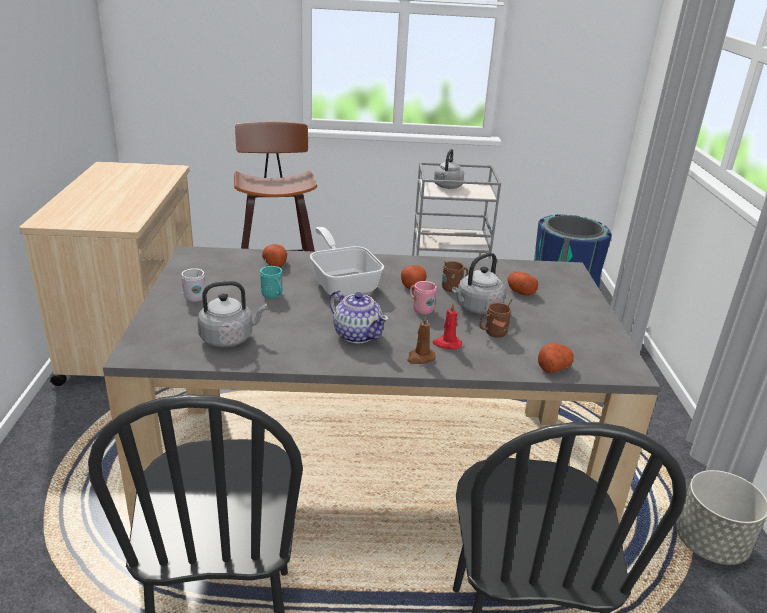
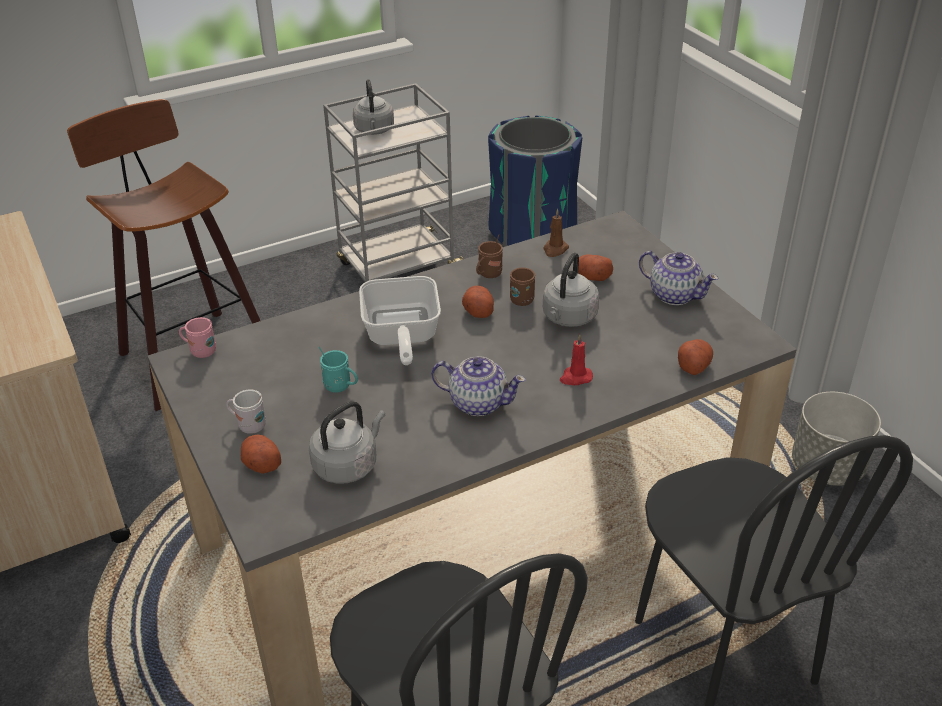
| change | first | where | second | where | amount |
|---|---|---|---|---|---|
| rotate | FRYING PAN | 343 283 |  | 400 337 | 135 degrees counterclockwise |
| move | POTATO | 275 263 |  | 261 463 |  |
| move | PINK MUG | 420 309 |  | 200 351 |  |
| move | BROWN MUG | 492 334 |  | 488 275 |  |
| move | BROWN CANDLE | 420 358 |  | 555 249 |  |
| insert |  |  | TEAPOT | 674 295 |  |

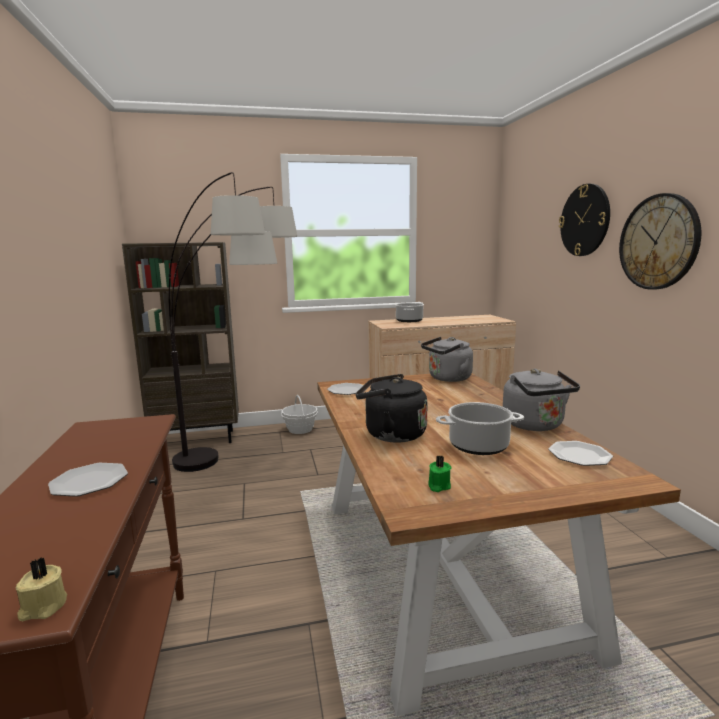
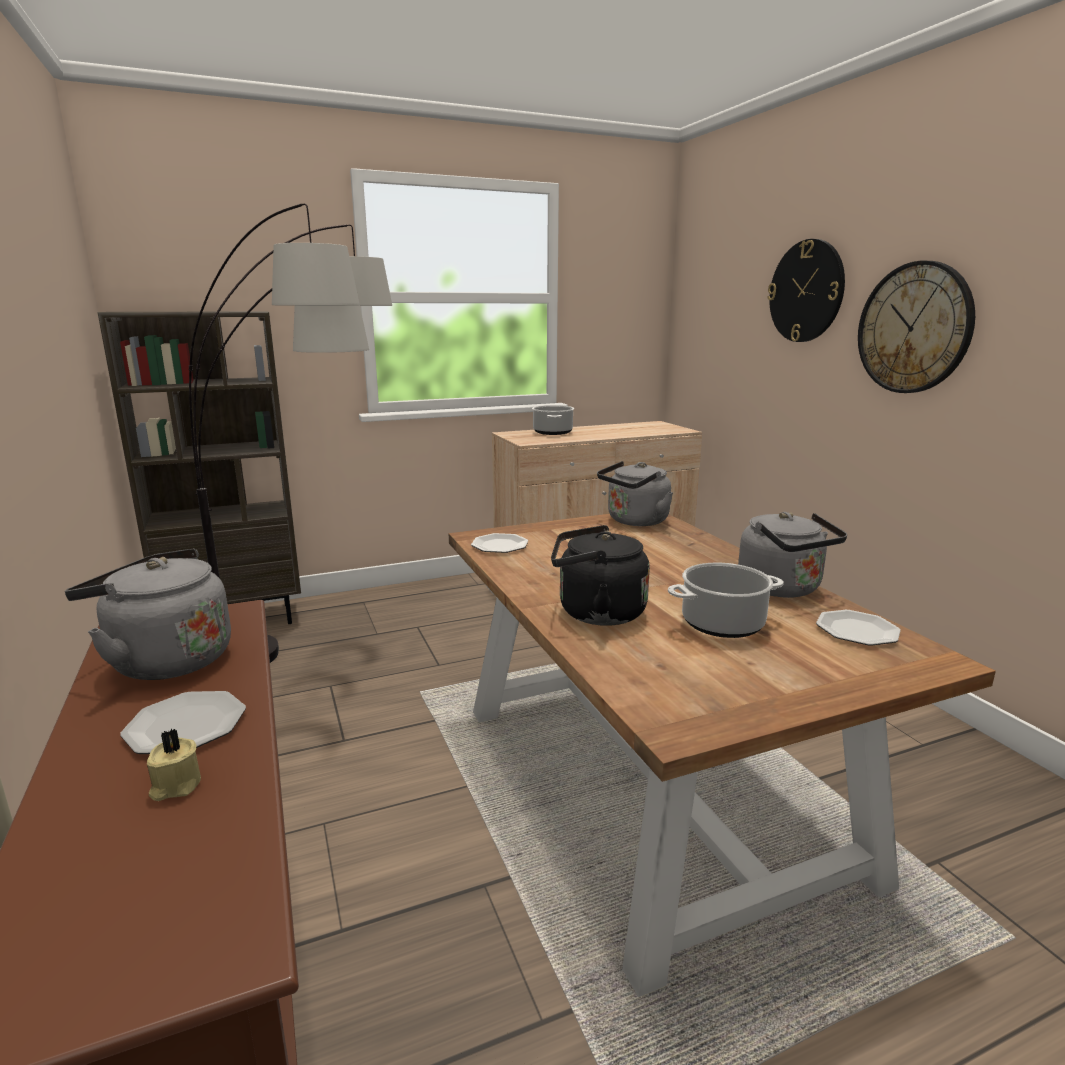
| change | first | where | second | where | amount |
|---|---|---|---|---|---|
| delete | BASKET | 300 429 |  |  |  |
| delete | GREEN CANDLE | 438 486 |  |  |  |
| move | BEIGE CANDLE | 43 607 |  | 175 786 |  |
| insert |  |  | GREY KETTLE | 165 660 |  |

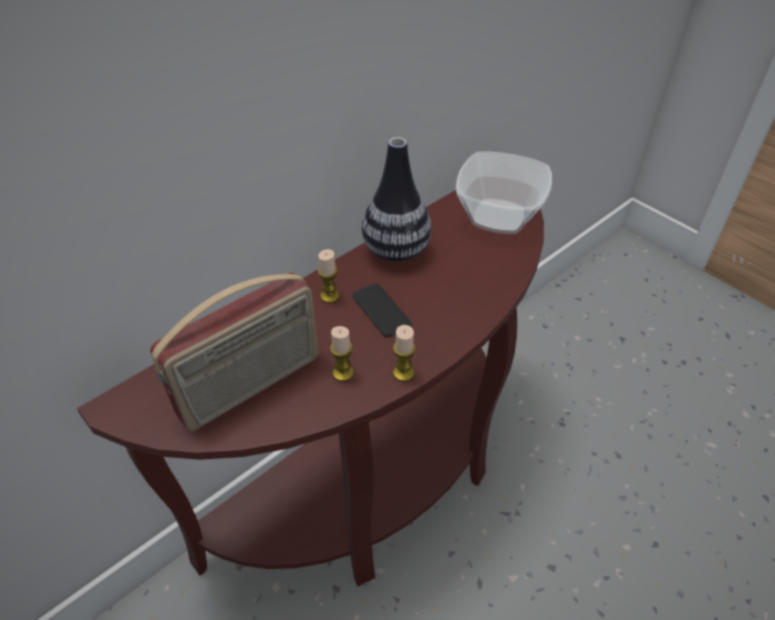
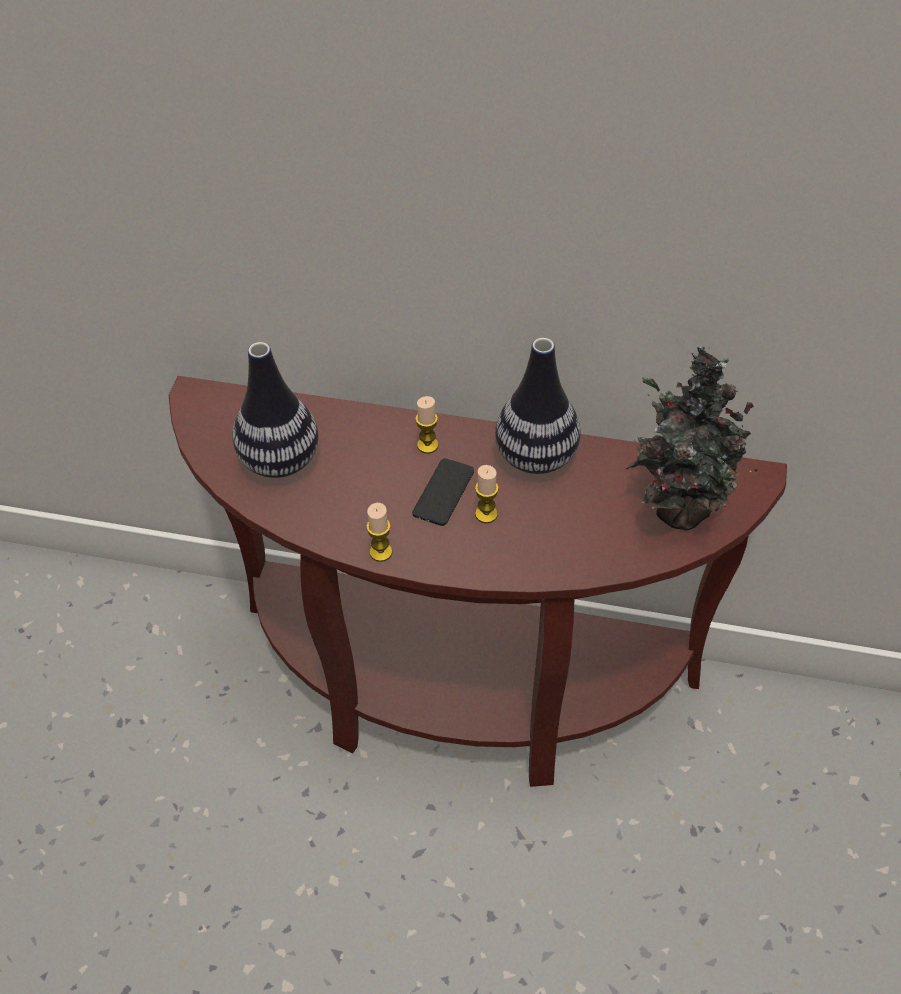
| change | first | where | second | where | amount |
|---|---|---|---|---|---|
| replace | BOWL | 497 217 | POTTED PLANT | 675 509 |  |
| replace | RADIO | 251 386 | VASE | 280 460 |  |
| move | CANDLE | 343 373 |  | 486 514 |  |

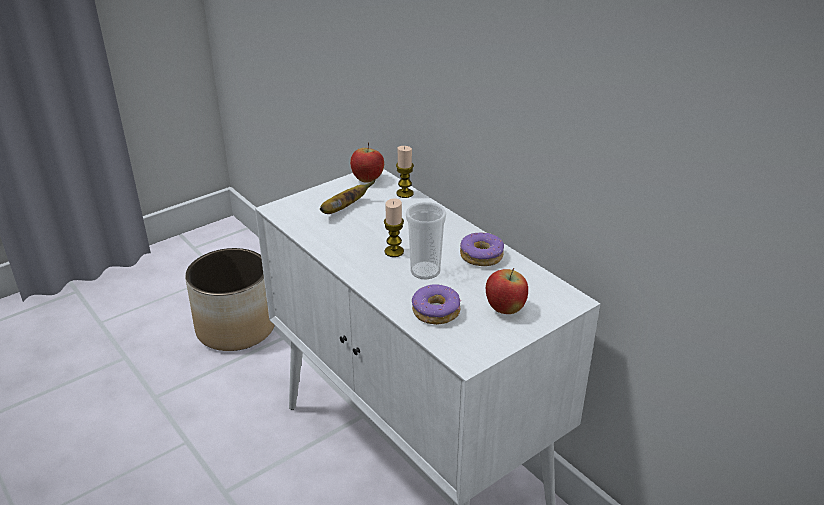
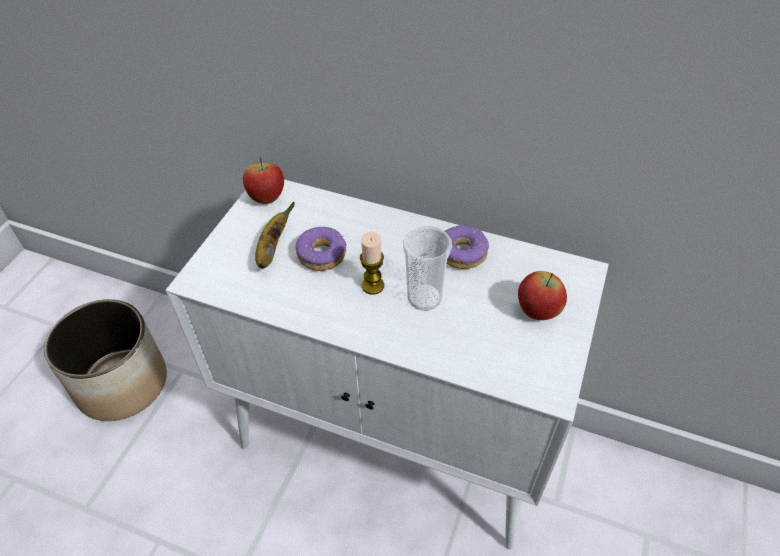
| change | first | where | second | where | amount |
|---|---|---|---|---|---|
| delete | CANDLE | 404 193 |  |  |  |
| move | DONUT | 436 312 |  | 322 255 |  |

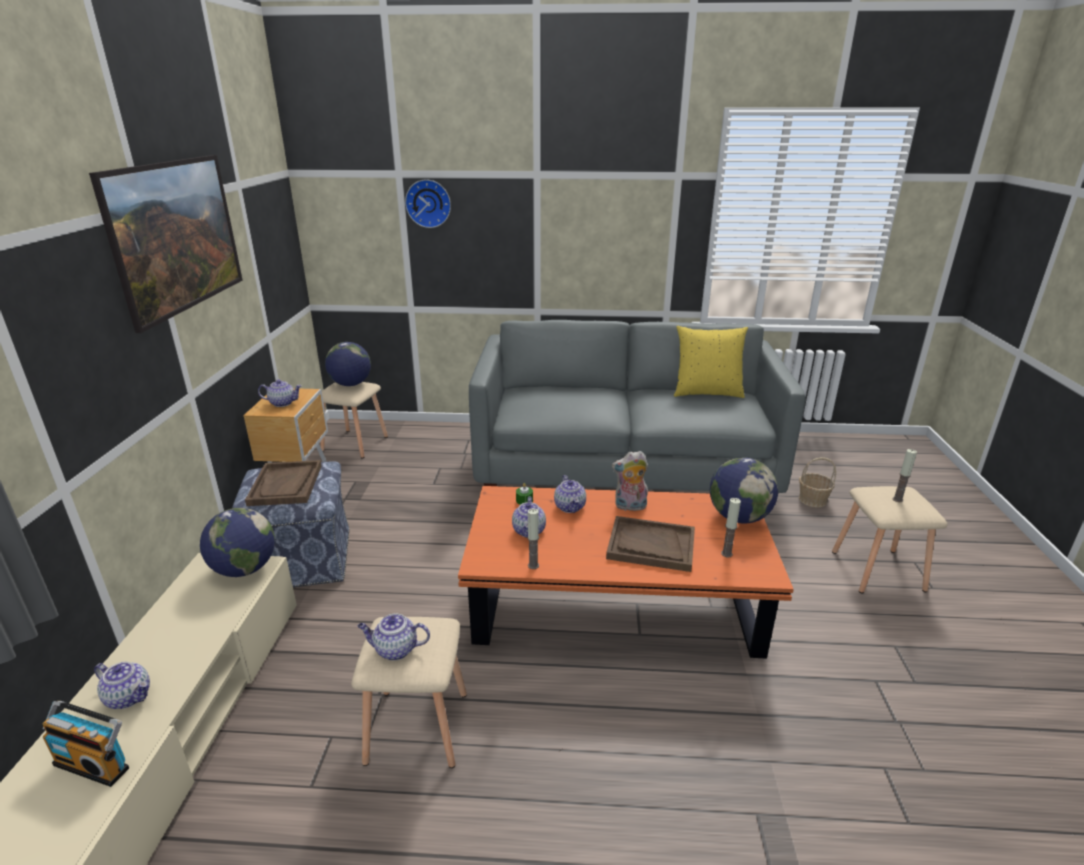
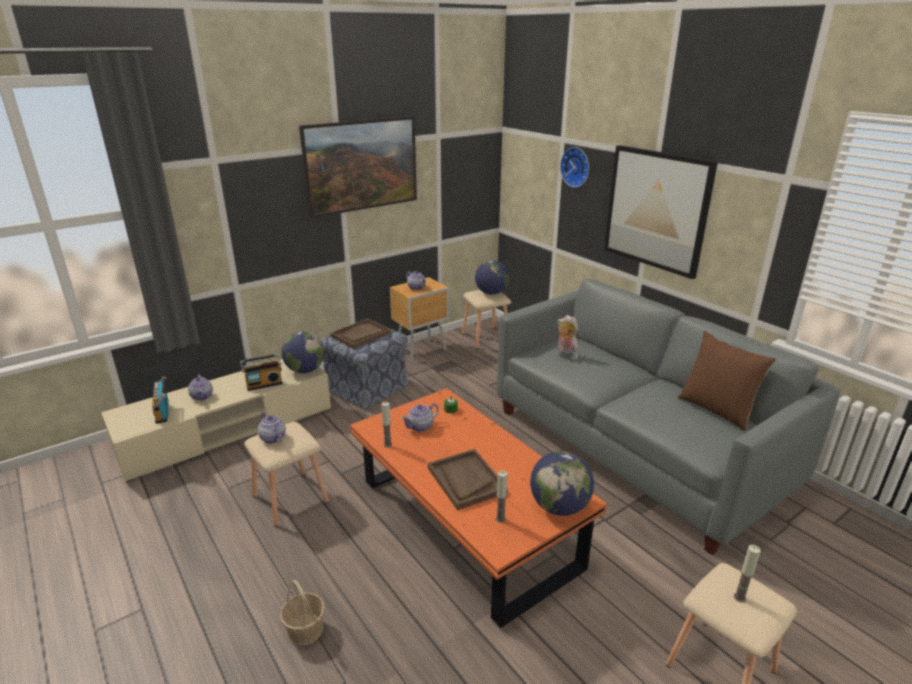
| change | first | where | second | where | amount |
|---|---|---|---|---|---|
| recolor | YELLOW PILLOW | 706 392 | BROWN PILLOW | 716 410 |  |
| move | PLUSH TOY | 630 507 |  | 565 356 |  |
| move | BASKET | 812 500 |  | 305 629 |  |
| delete | TEAPOT | 570 507 |  |  |  |
| insert |  |  | PICTURE | 657 209 |  |
| insert |  |  | RADIO | 264 384 |  |

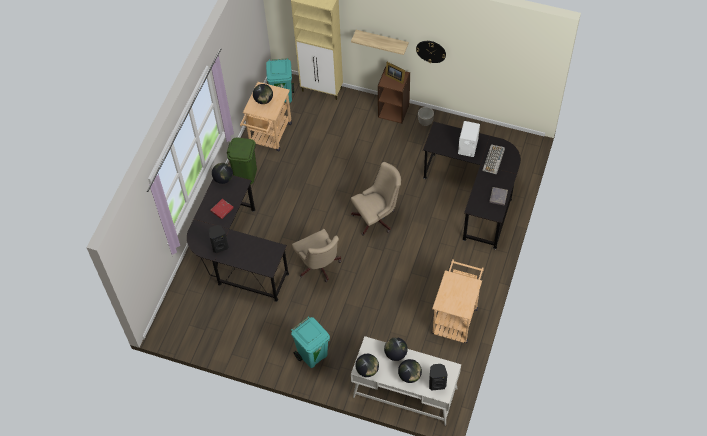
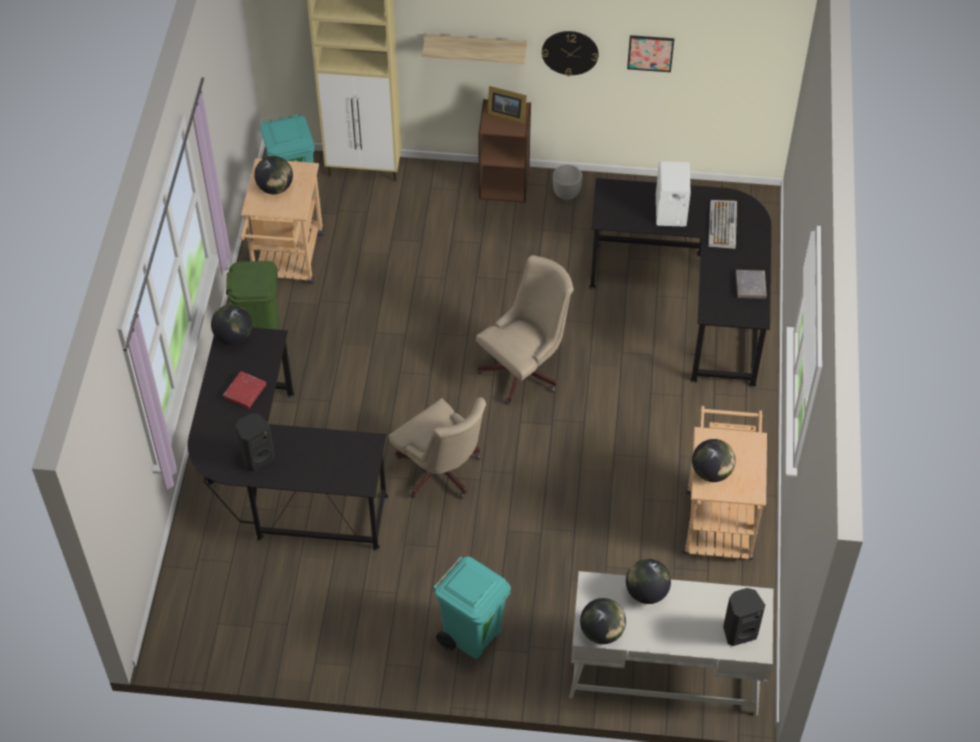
| change | first | where | second | where | amount |
|---|---|---|---|---|---|
| move | GLOBE | 409 375 |  | 711 472 |  |
| insert |  |  | PICTURE | 650 53 |  |

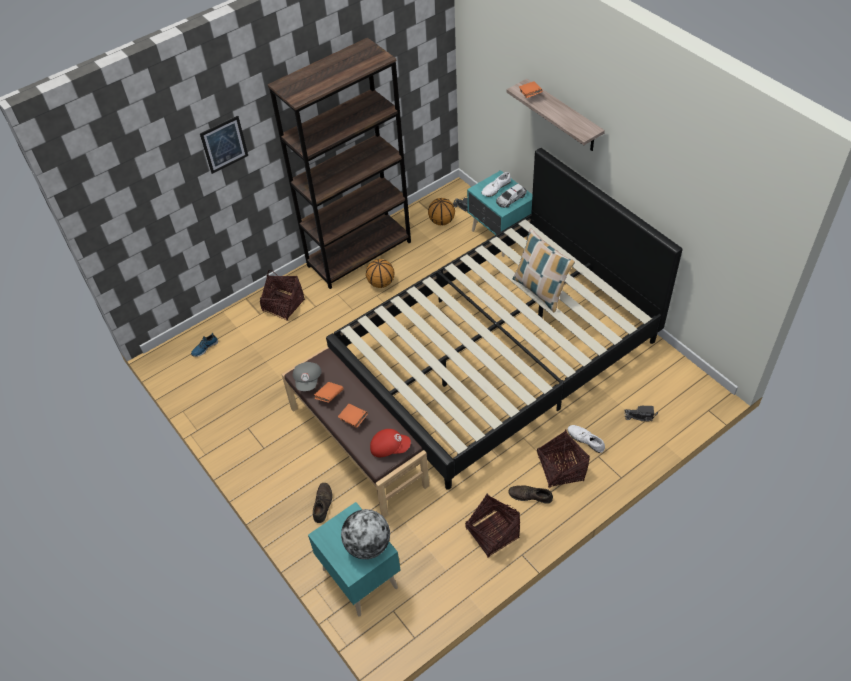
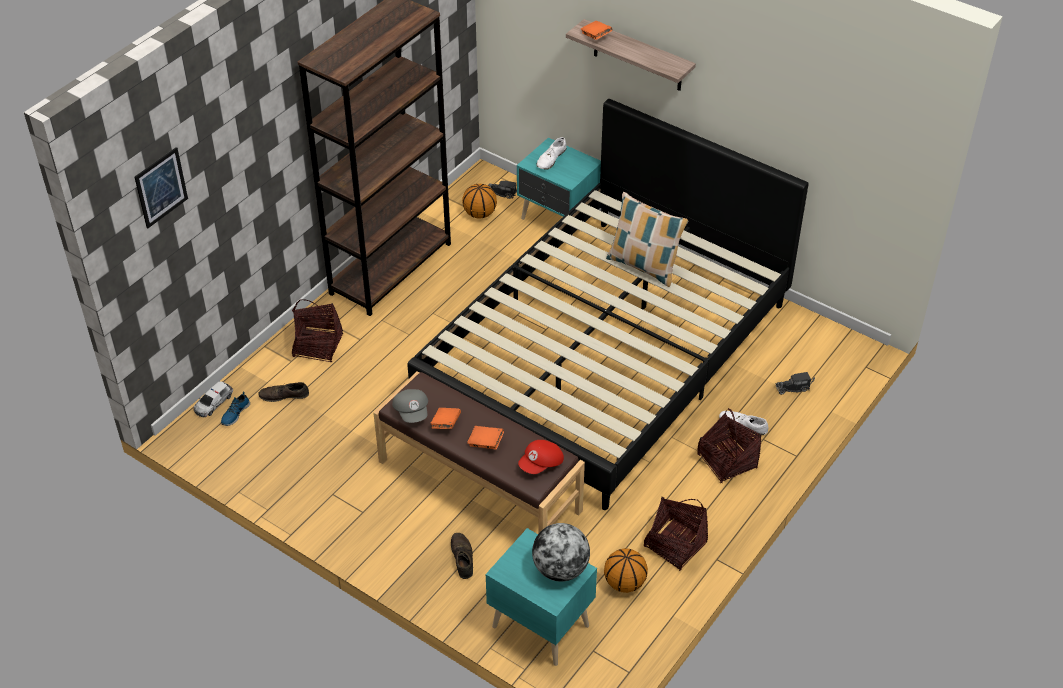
| change | first | where | second | where | amount |
|---|---|---|---|---|---|
| move | PICTURE | 224 144 |  | 161 187 |  |
| move | TOY CAR | 511 199 |  | 213 403 |  |
| move | BASKETBALL | 381 283 |  | 625 583 |  |
| rotate | RED CAP | 389 447 |  | 541 464 | 150 degrees clockwise |
| move | BROWN SHOE | 530 496 |  | 284 395 |  |

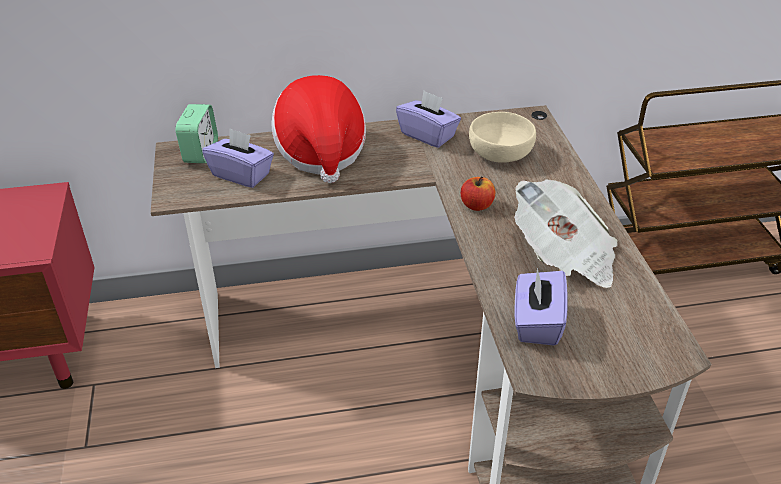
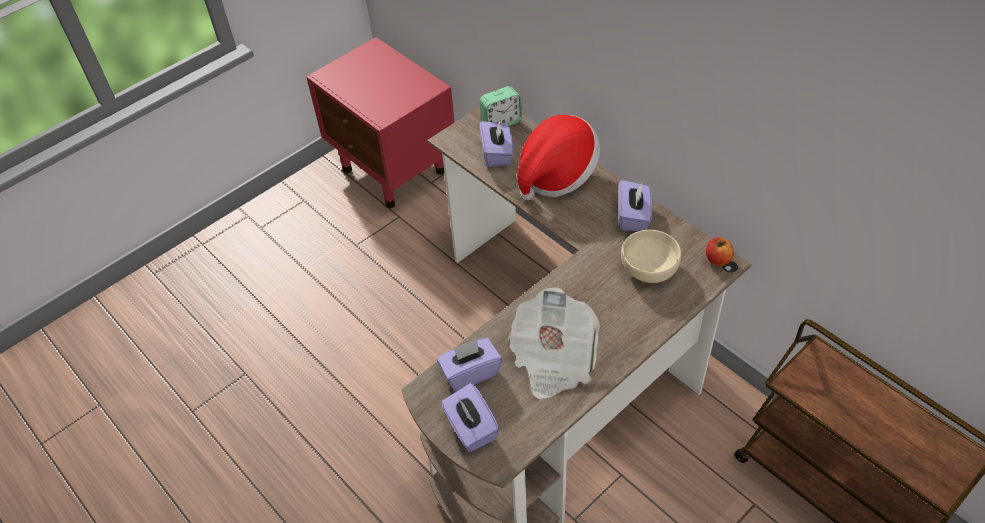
| change | first | where | second | where | amount |
|---|---|---|---|---|---|
| move | APPLE | 476 205 |  | 717 259 |  |
| insert |  |  | PURPLE TISSUE BOX | 471 429 |  |

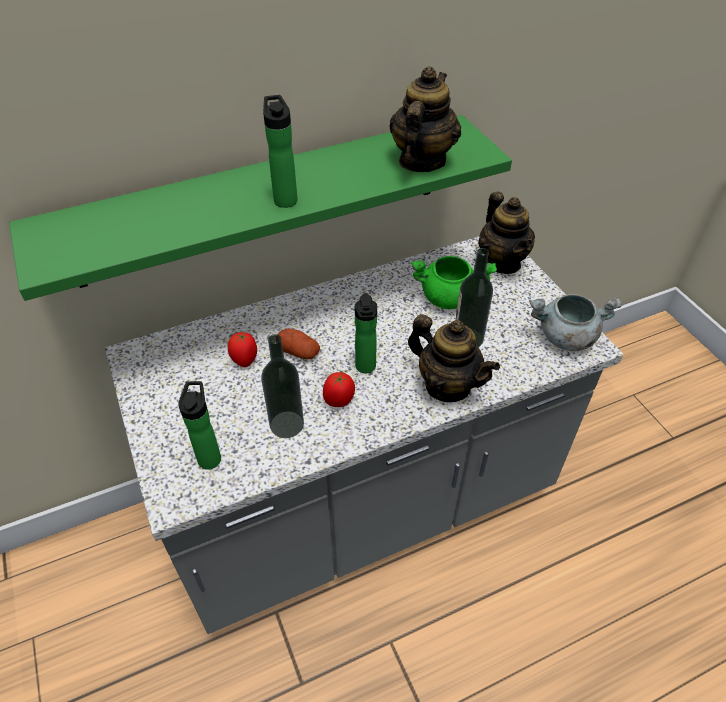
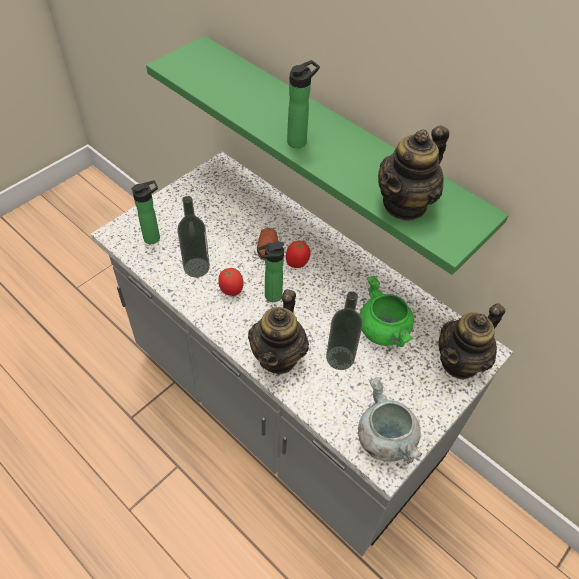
| change | first | where | second | where | amount |
|---|---|---|---|---|---|
| rotate | TEAPOT | 421 161 |  | 405 204 | 135 degrees clockwise |
| move | TOMATO | 244 360 |  | 297 263 |  |

